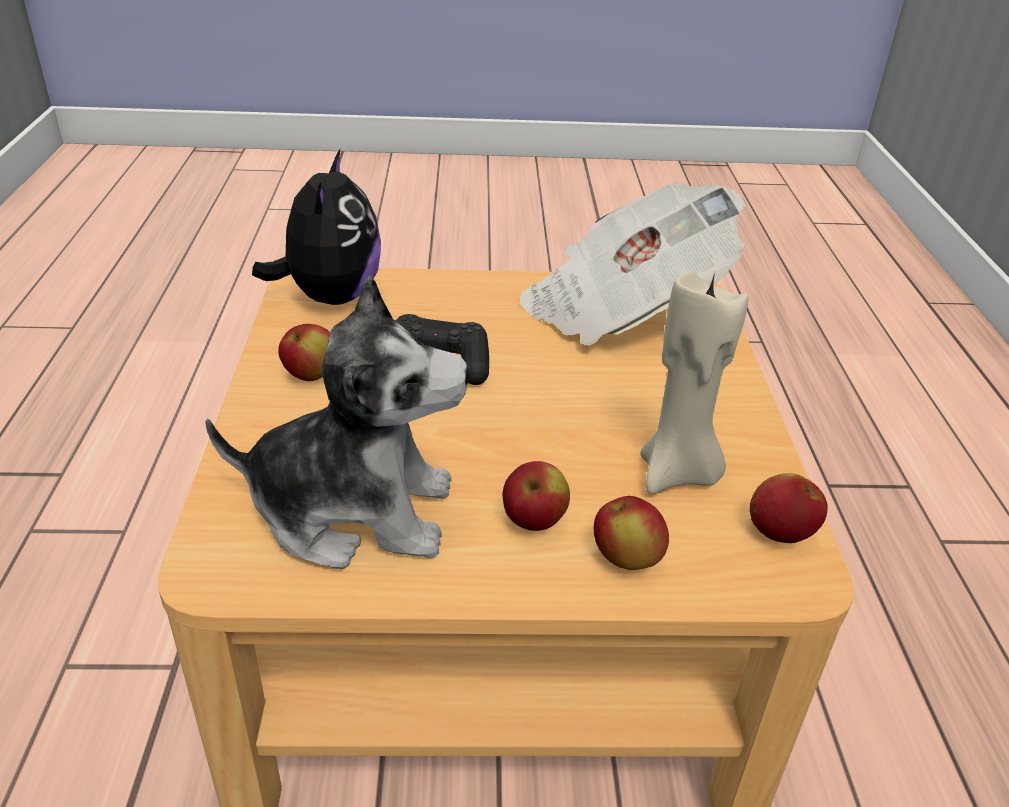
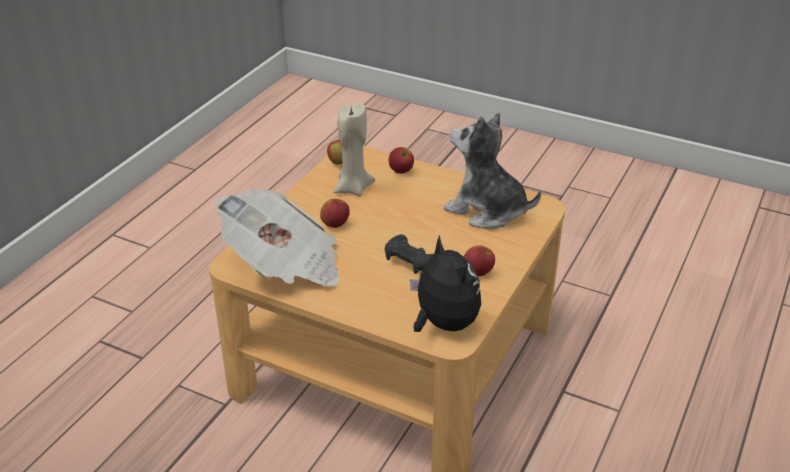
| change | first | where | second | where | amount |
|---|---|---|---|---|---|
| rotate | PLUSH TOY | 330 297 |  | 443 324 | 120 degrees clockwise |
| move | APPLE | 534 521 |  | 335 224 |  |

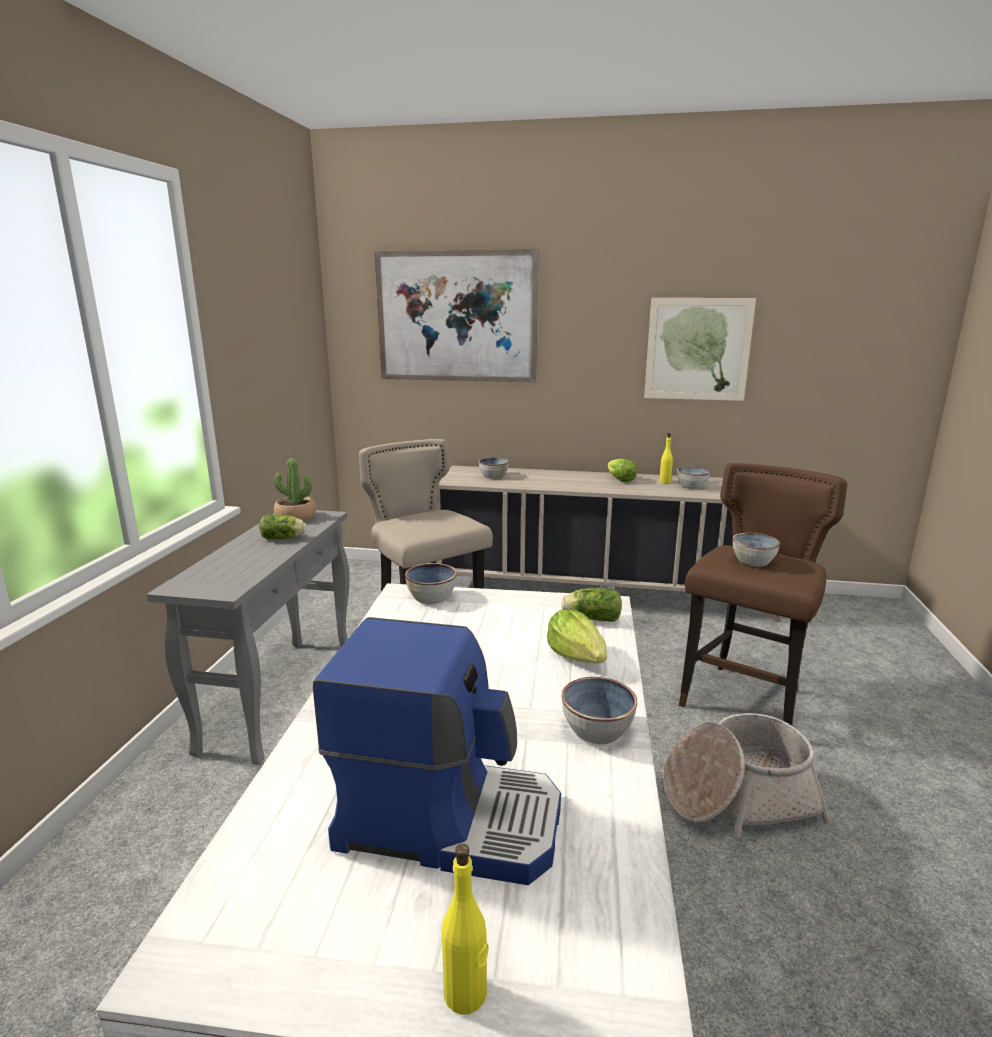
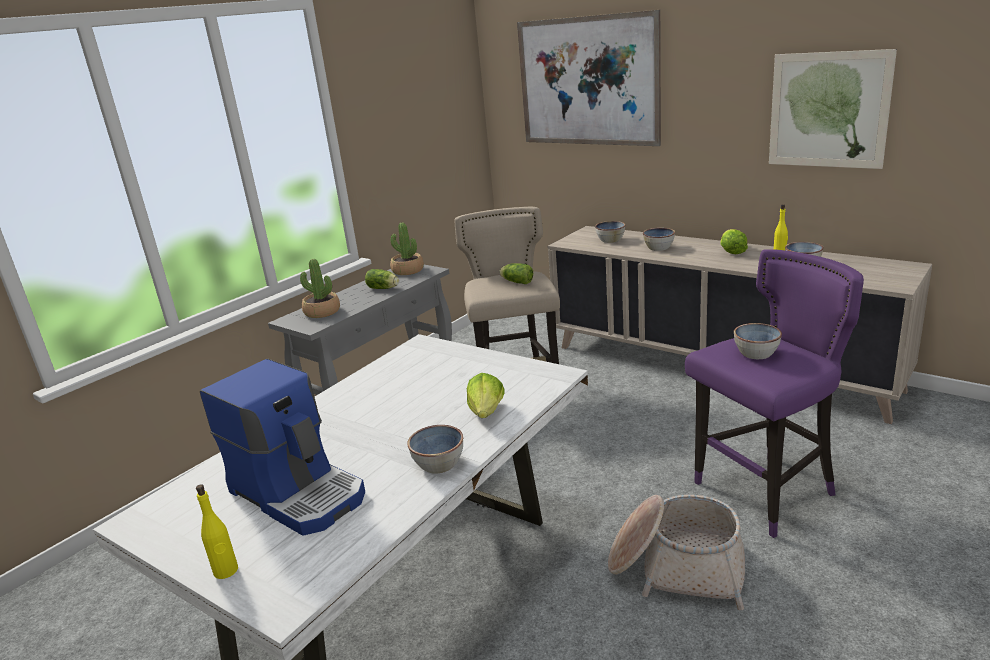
| change | first | where | second | where | amount |
|---|---|---|---|---|---|
| recolor | BROWN STOOL | 744 702 | PURPLE STOOL | 765 493 |  |
| move | BOWL | 432 597 |  | 659 248 |  |
| move | LETTUCE | 590 618 |  | 516 282 |  |
| insert |  |  | POTTED PLANT | 322 312 |  |

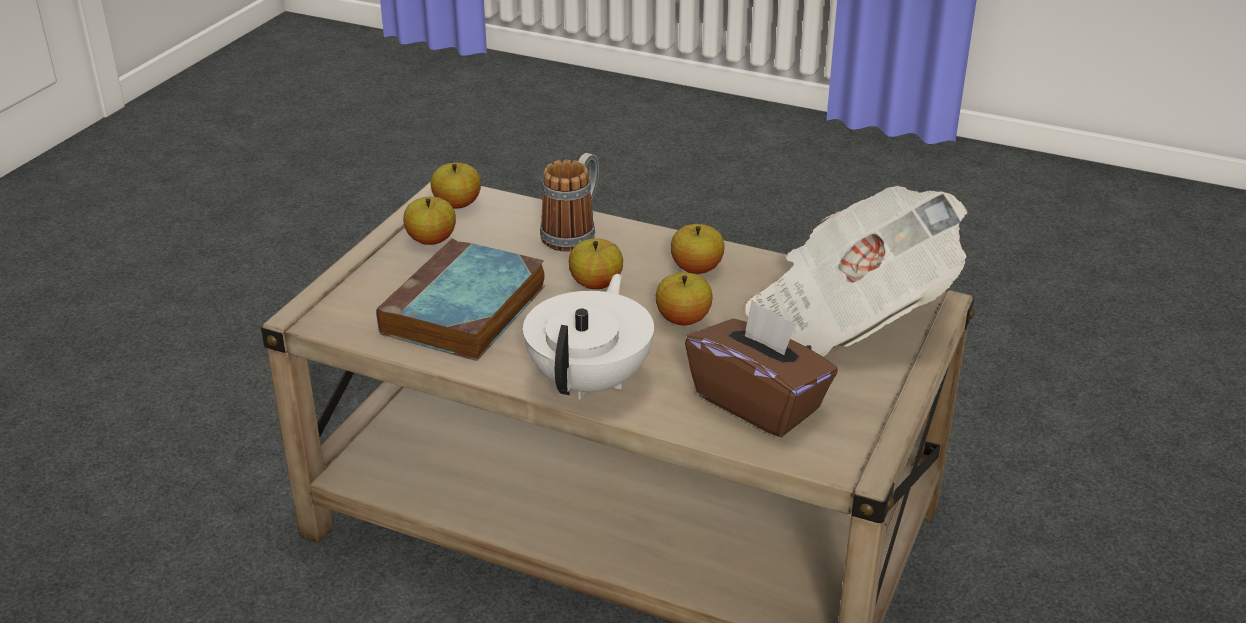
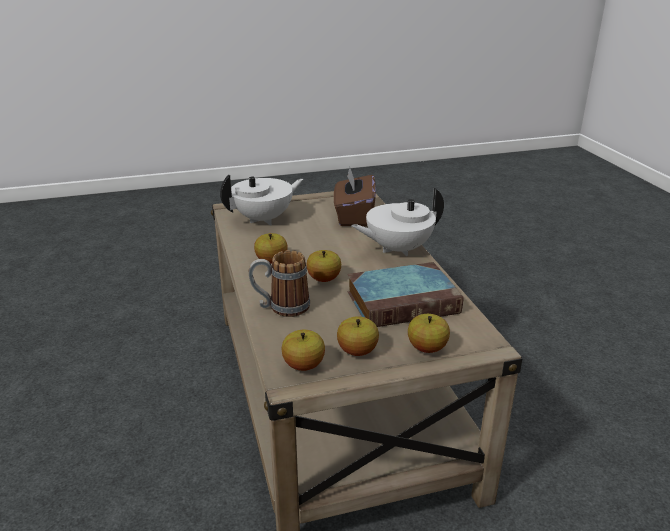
| change | first | where | second | where | amount |
|---|---|---|---|---|---|
| replace | NEWSPAPER | 849 315 | WHITE TEAPOT | 264 219 |  |
| move | APPLE | 683 319 |  | 427 348 |  |

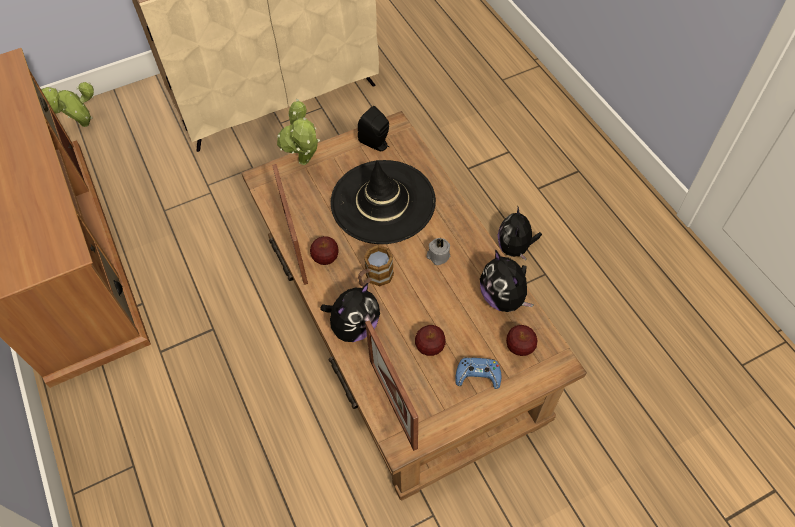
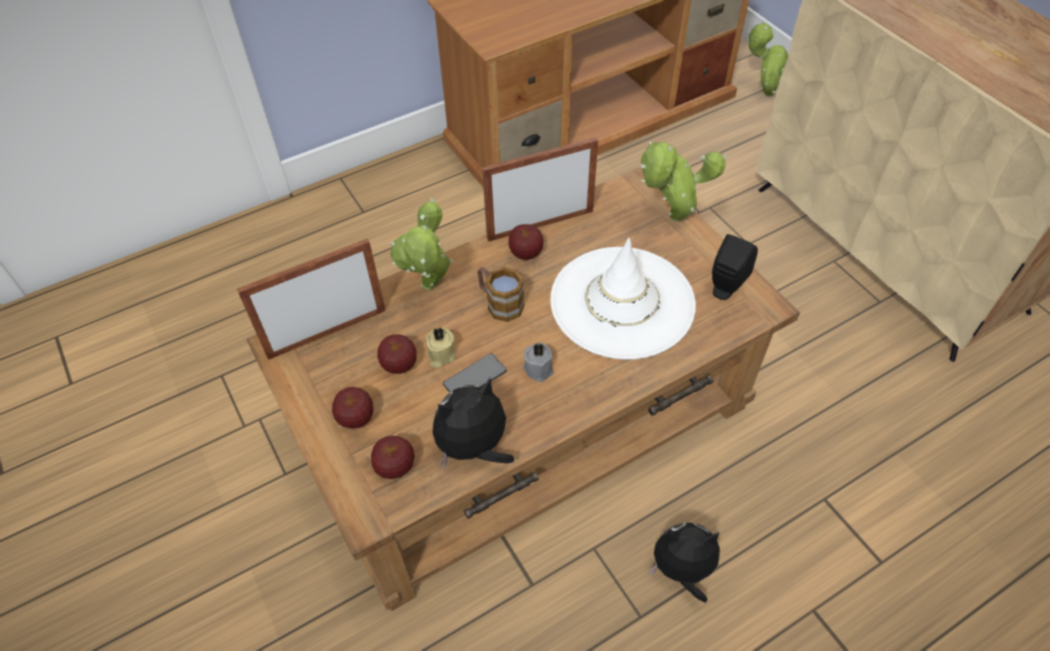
| change | first | where | second | where | amount |
|---|---|---|---|---|---|
| recolor | BLACK HAT | 383 202 | WHITE HAT | 622 302 |  |
| replace | PLUSH TOY | 354 326 | POTTED PLANT | 429 289 |  |
| replace | BLUE GAME CONTROLLER | 478 375 | APPLE | 356 418 |  |
| insert |  |  | BEIGE CANDLE | 440 355 |  |
| insert |  |  | PHONE | 475 378 |  |

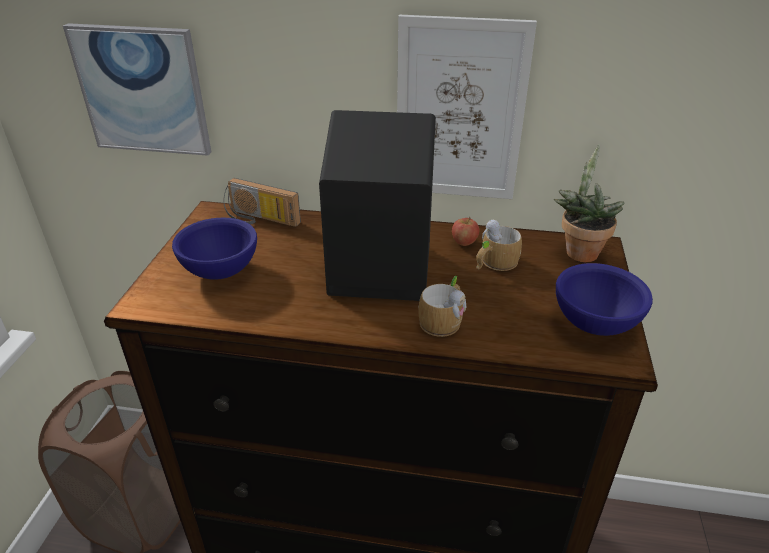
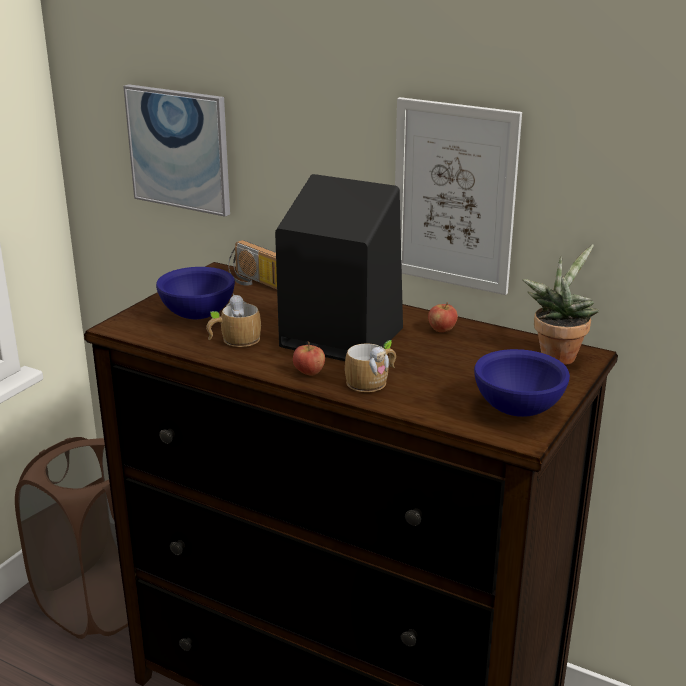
| change | first | where | second | where | amount |
|---|---|---|---|---|---|
| move | MUG | 494 263 |  | 234 340 |  |
| insert |  |  | APPLE | 309 373 |  |

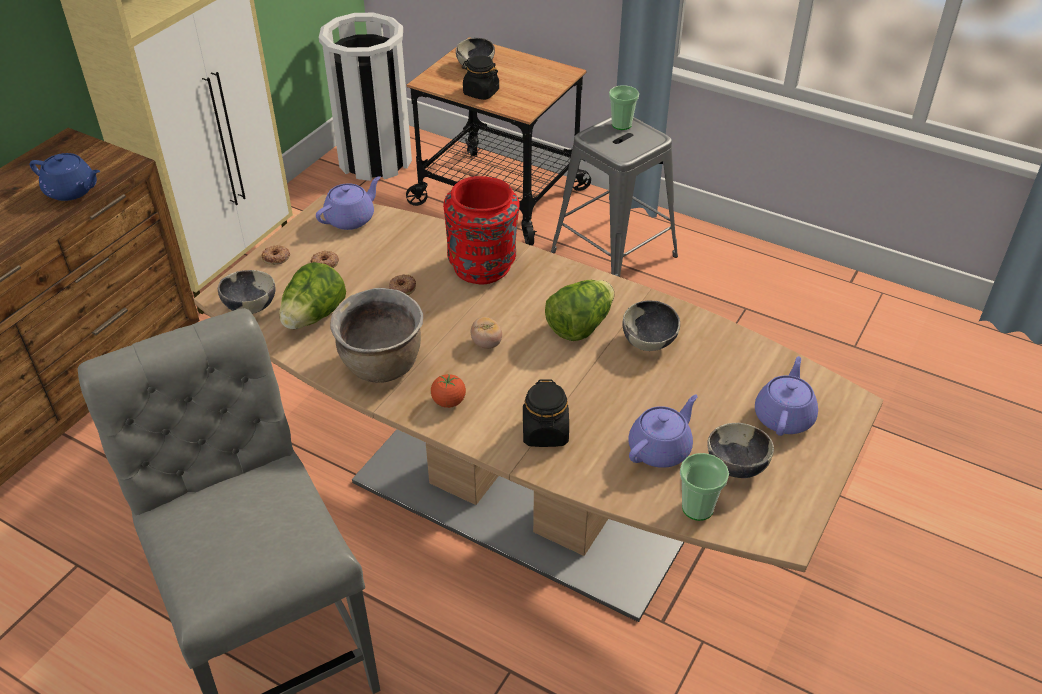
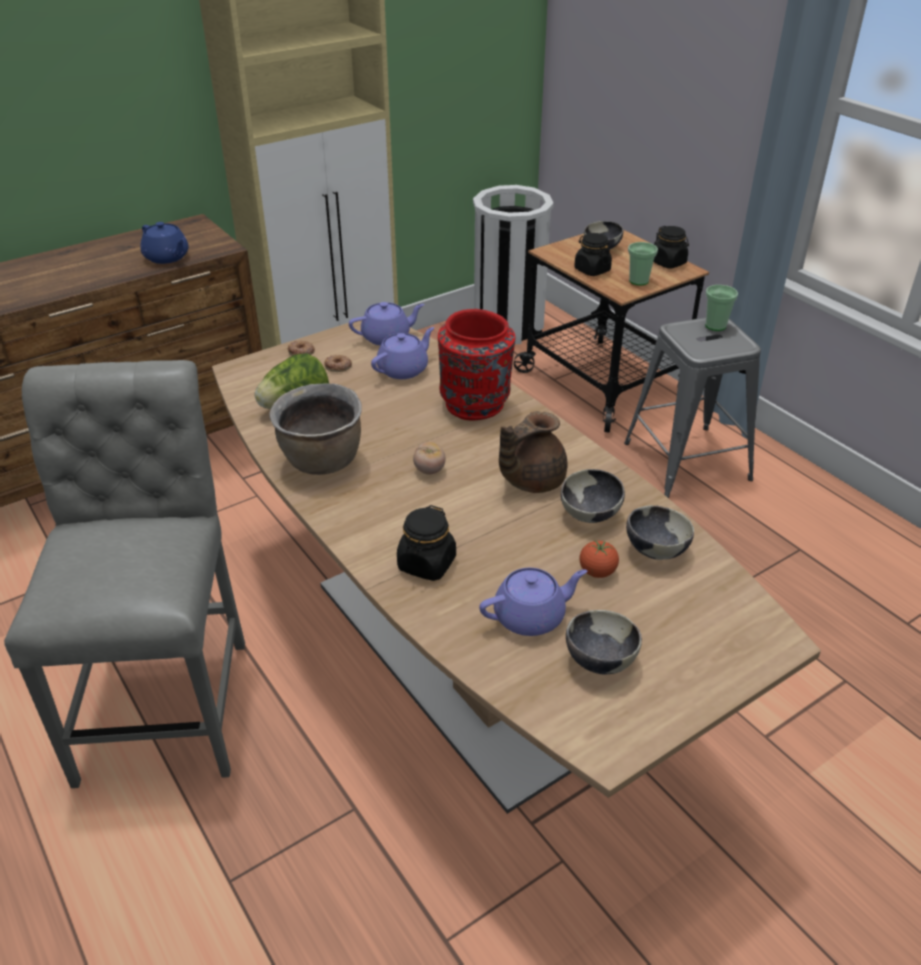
| change | first | where | second | where | amount |
|---|---|---|---|---|---|
| move | BOWL | 250 307 |  | 655 550 |  |
| delete | DONUT | 402 288 |  |  |  |
| replace | LETTUCE | 580 326 | BROWN TEAPOT | 530 480 |  |
| move | PURPLE TEAPOT | 784 416 |  | 404 369 |  |
| move | TOMATO | 449 402 |  | 597 572 |  |
| move | CUP | 697 508 |  | 638 281 |  |
| insert |  |  | BLACK JAR | 668 263 |  |

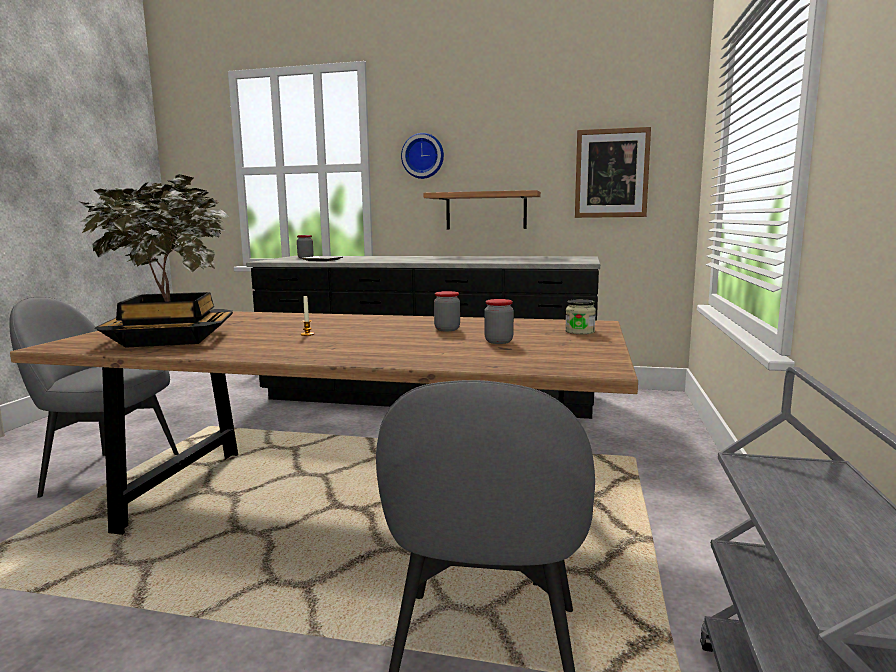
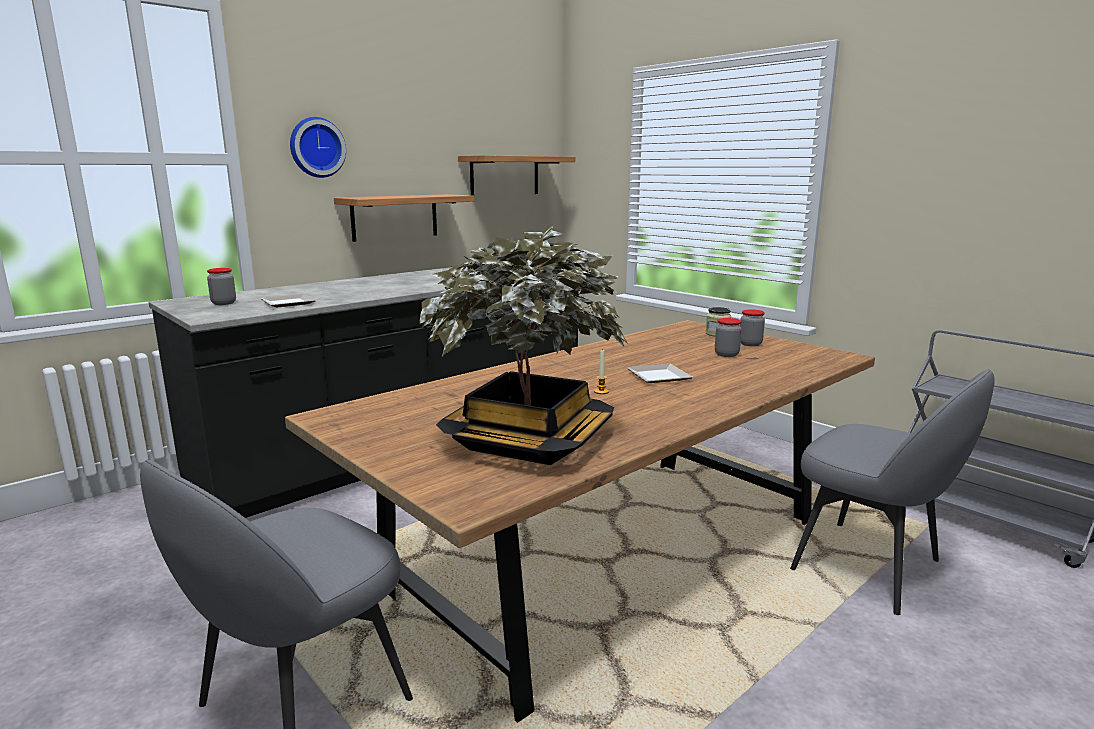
| change | first | where | second | where | amount |
|---|---|---|---|---|---|
| replace | PICTURE | 611 173 | SHELF | 504 175 |  |
| move | JAR | 447 329 |  | 750 344 |  |
| insert |  |  | PLATE | 659 376 |  |

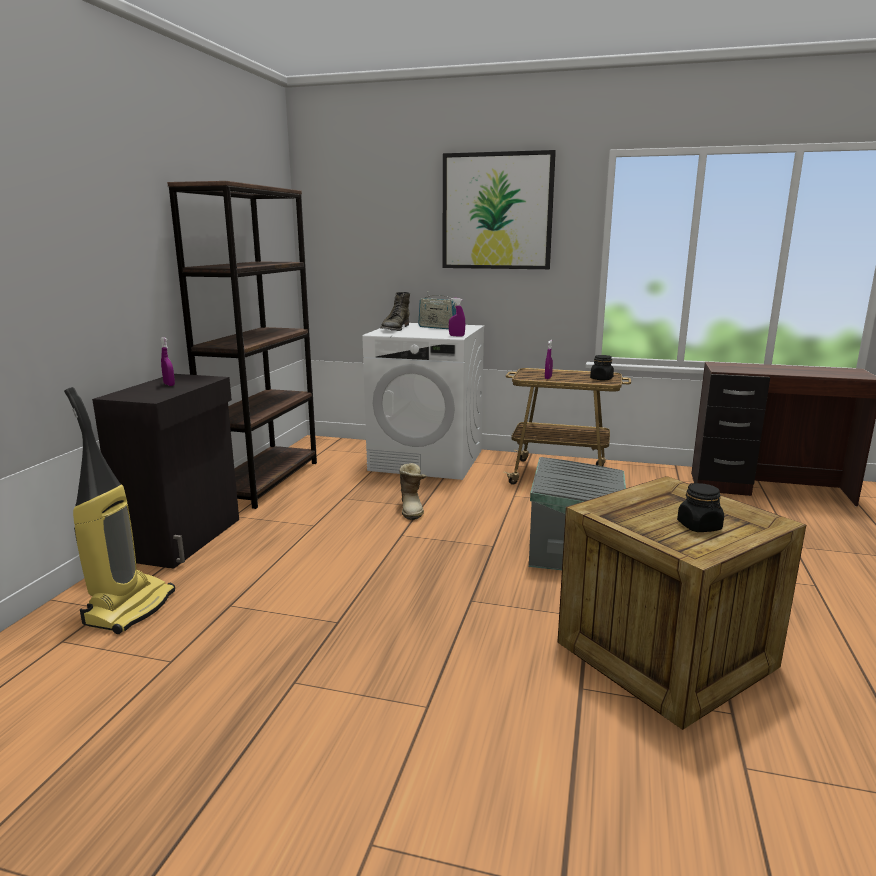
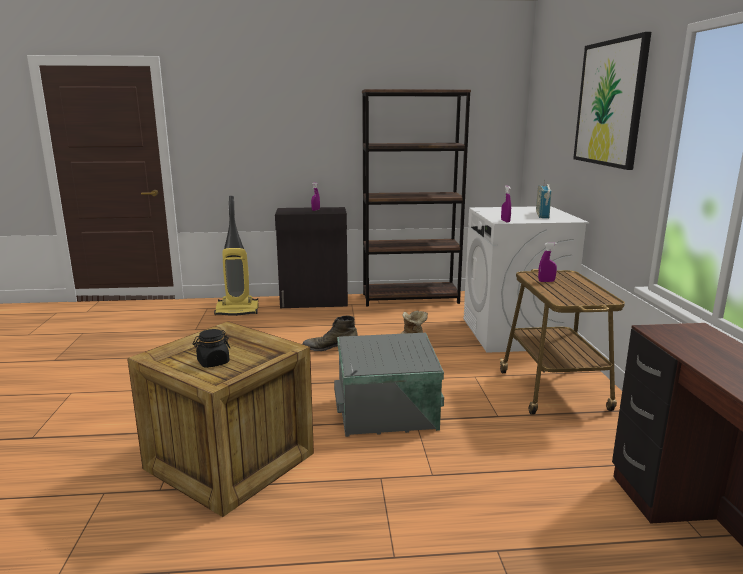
| change | first | where | second | where | amount |
|---|---|---|---|---|---|
| move | GREEN BOOT | 395 328 |  | 330 347 |  |
| delete | BLACK JAR | 601 379 |  |  |  |

